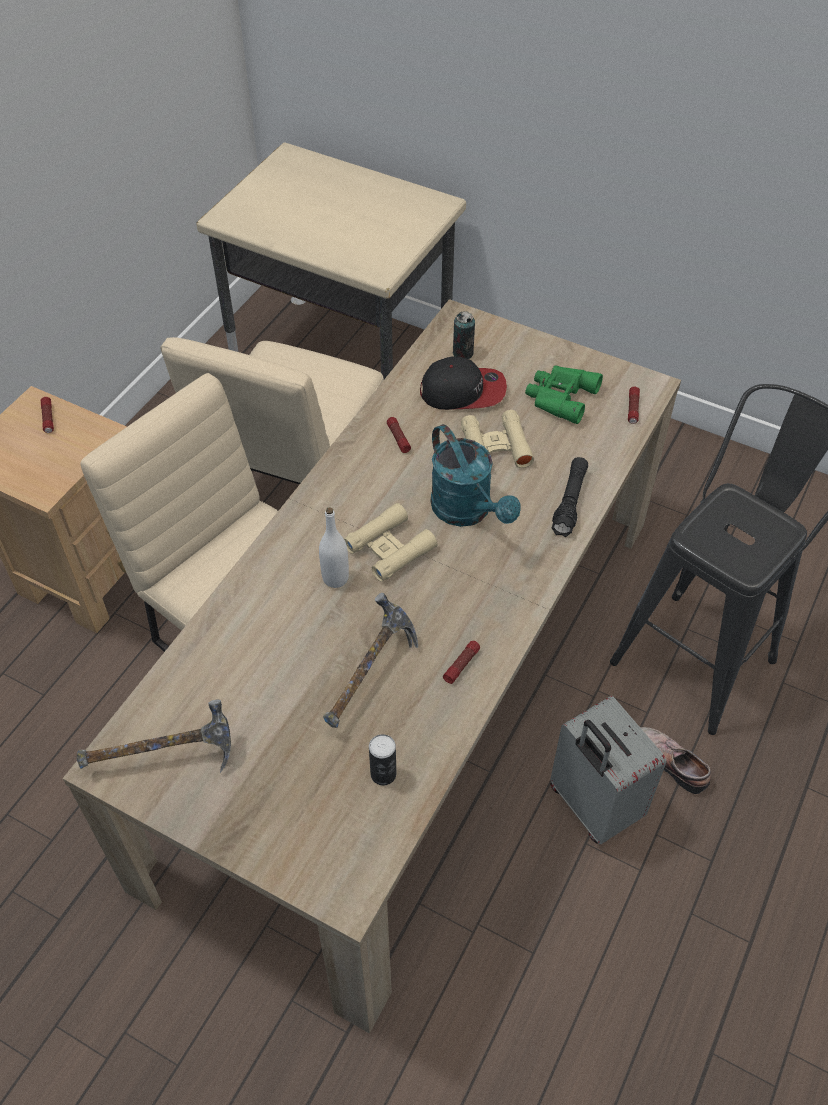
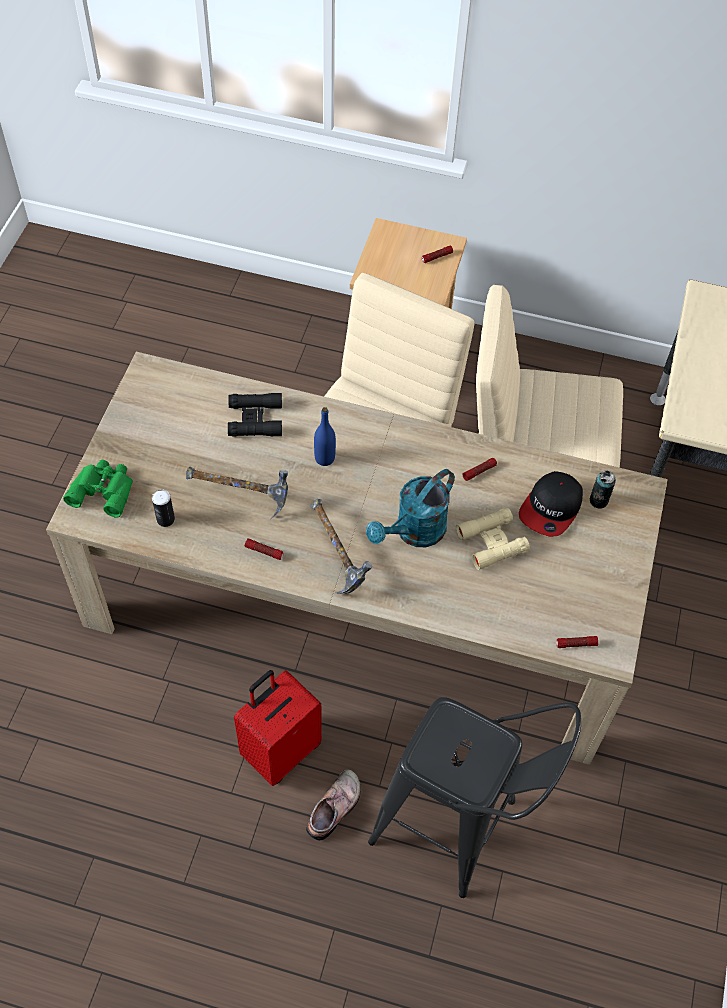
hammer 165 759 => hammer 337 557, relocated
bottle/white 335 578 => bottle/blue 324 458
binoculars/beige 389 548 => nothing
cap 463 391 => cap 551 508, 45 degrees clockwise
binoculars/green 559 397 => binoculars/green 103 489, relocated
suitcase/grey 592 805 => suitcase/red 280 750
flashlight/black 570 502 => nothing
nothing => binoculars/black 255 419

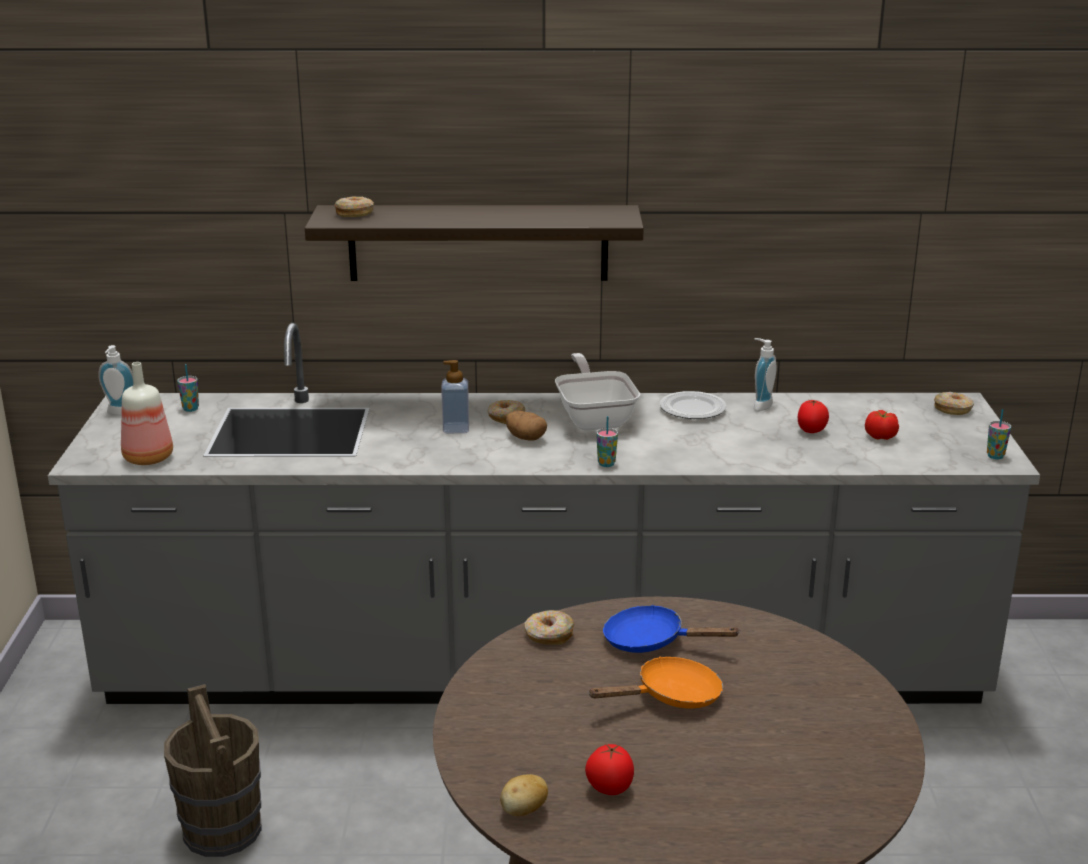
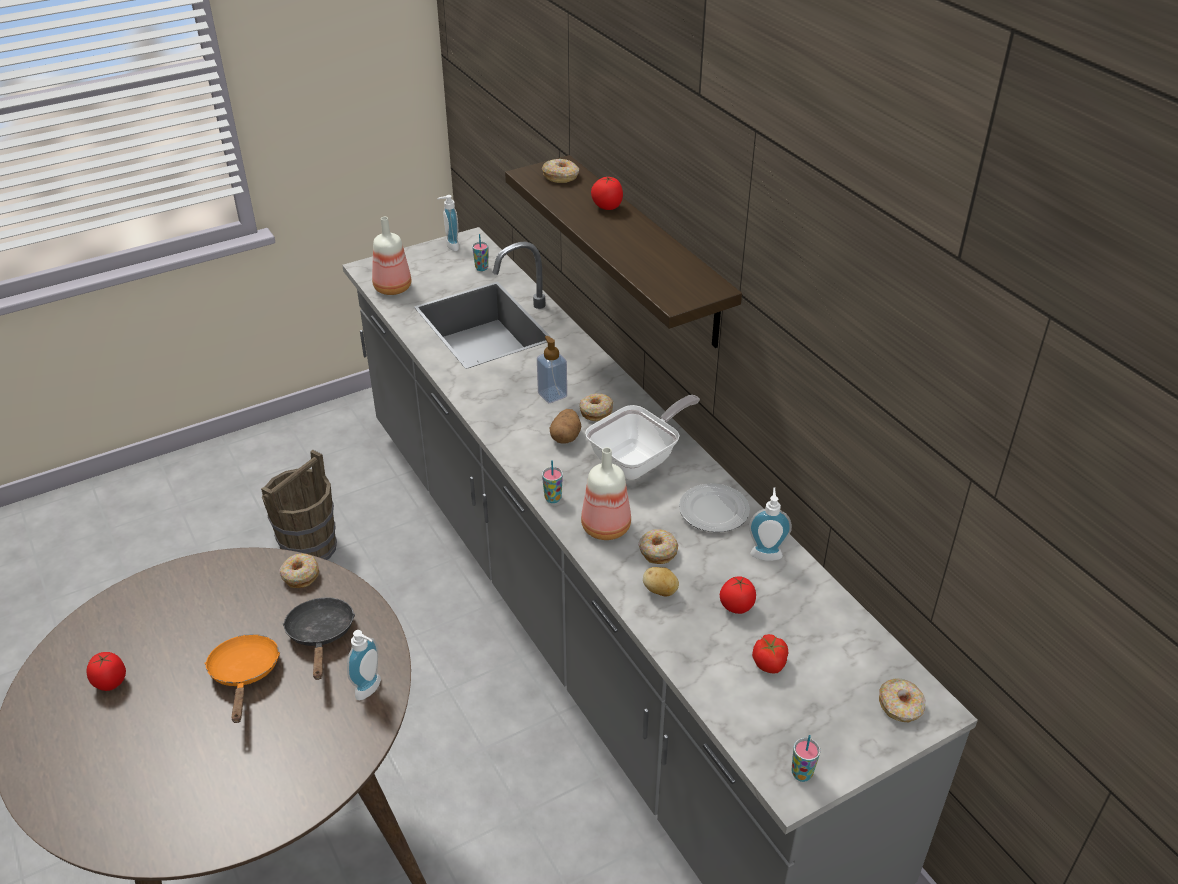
potato 523 811 => potato 660 591, relocated
frying pan/orange 671 696 => frying pan/orange 245 674, 135 degrees counterclockwise
frying pan/blue 652 641 => frying pan/black 321 635
nothing => soap dispenser 371 690
nothing => bottle 605 526
nothing => tomato 607 207
nothing => donut 657 551

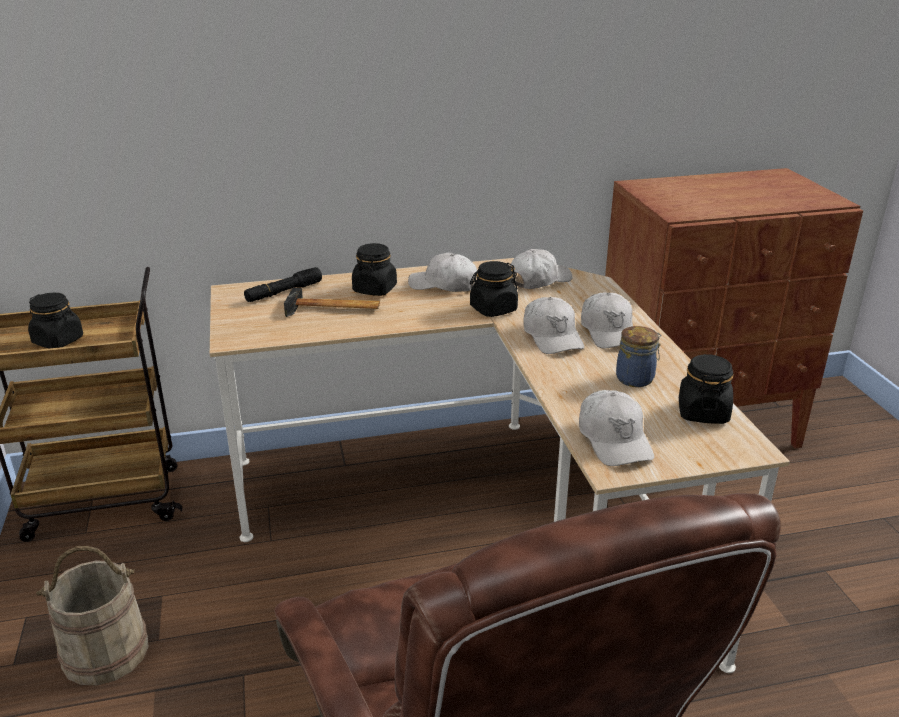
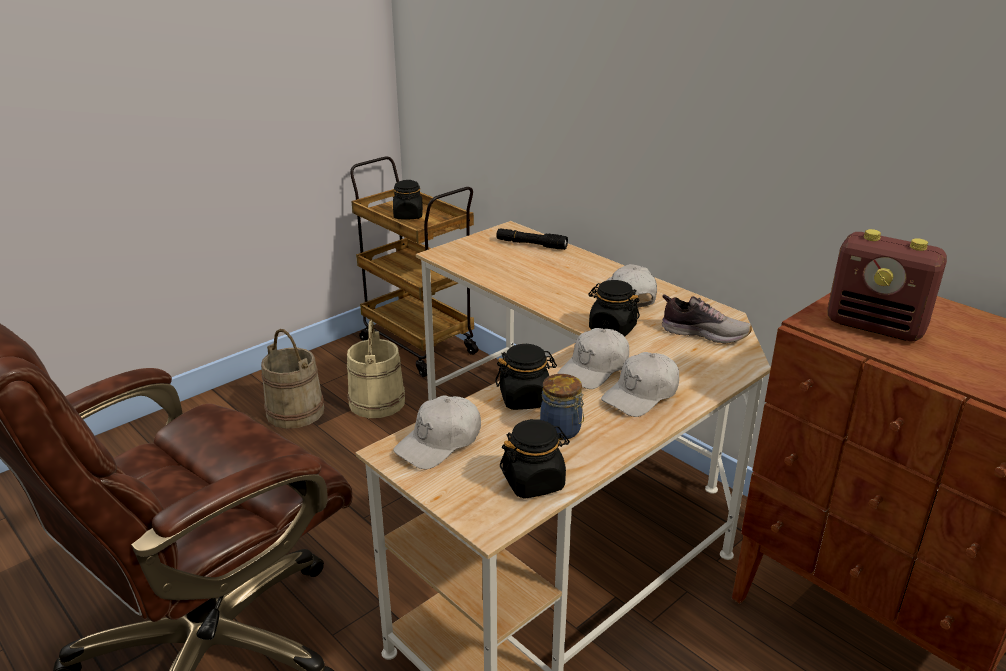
hammer 333 309 => nothing
jar/black 375 289 => jar/black 525 399, relocated
cap/white 539 280 => shoe 704 333
nothing => bucket/beige 377 402
nothing => radio 876 327

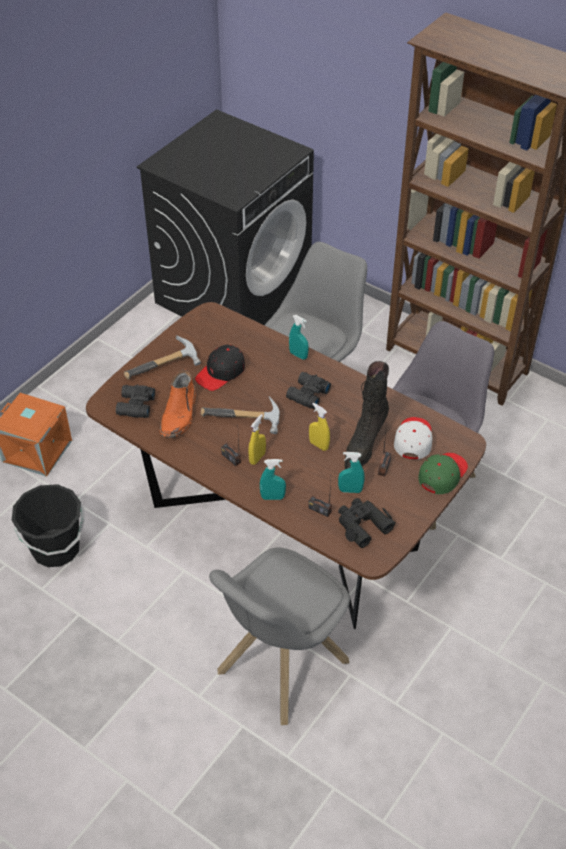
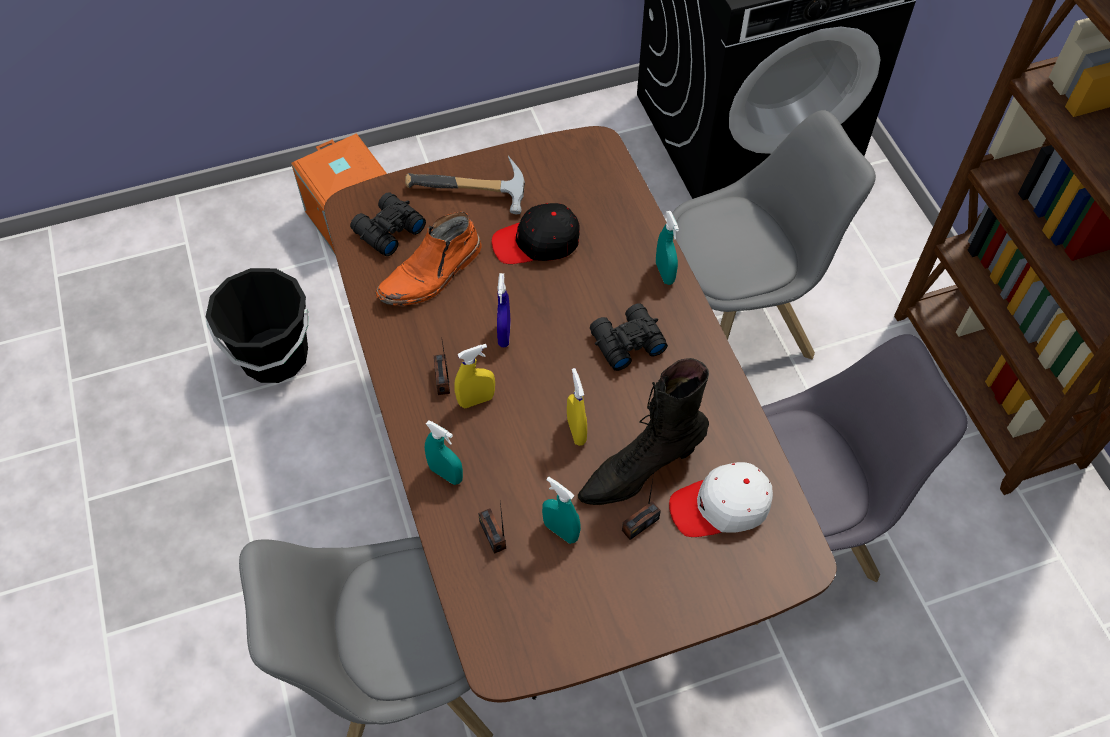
hammer 243 422 => spray bottle/blue 504 334
binoculars/black 362 525 => nothing
cap/white 413 440 => cap/white 720 506, 150 degrees counterclockwise
cap/green 442 475 => nothing

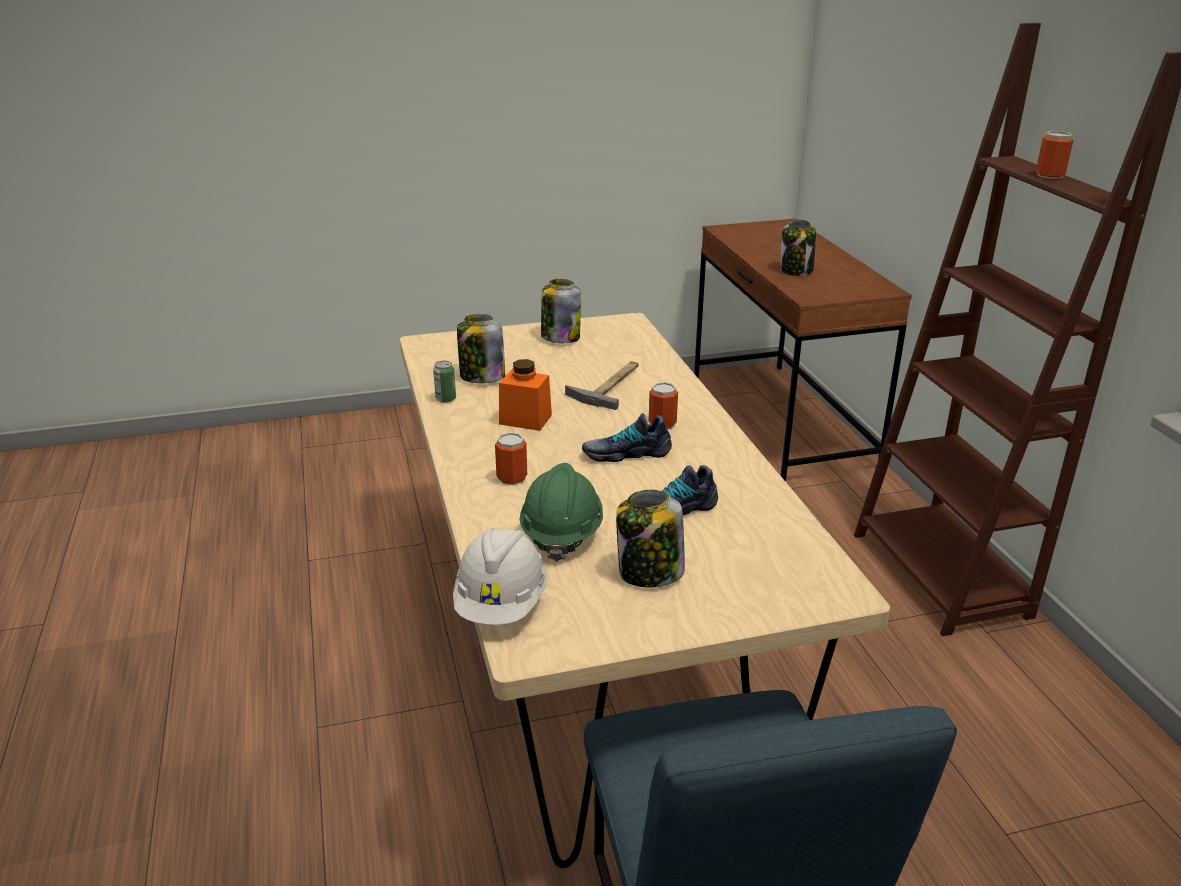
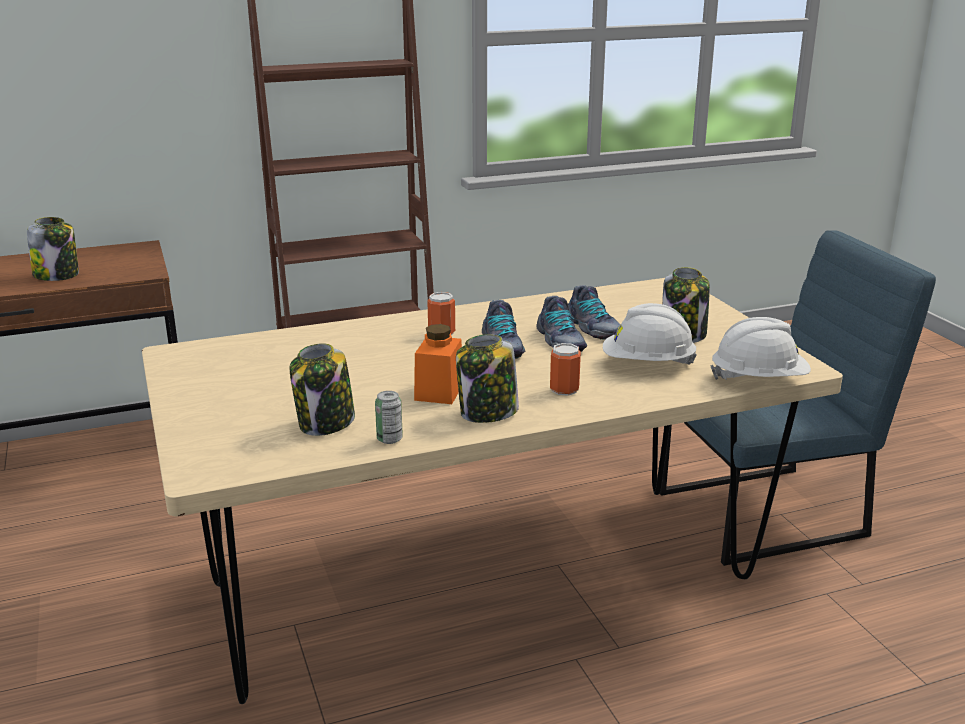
hard hat/green 561 533 => hard hat/white 647 364
jar 560 337 => jar 487 413, relocated
hammer 610 385 => nothing
can 1049 175 => nothing
nothing => shoe 560 341

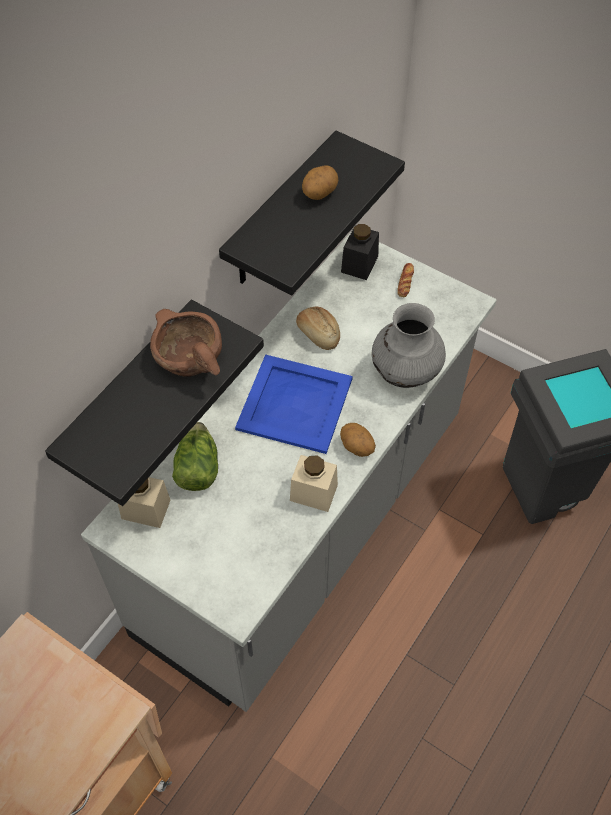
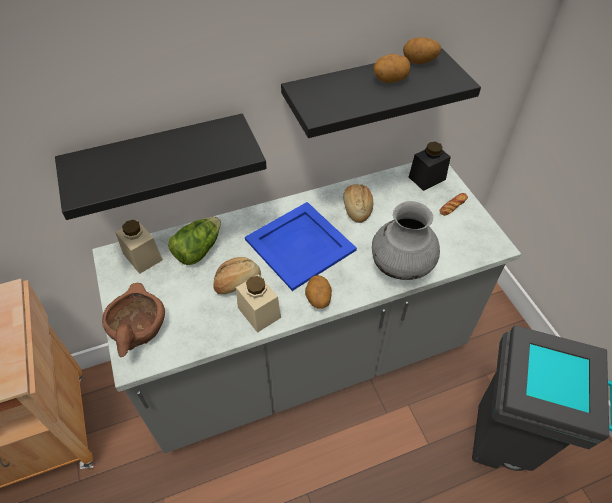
bowl/brown 188 357 => bowl/brown 138 328, relocated
nothing => bread 237 282
nothing => potato 419 62

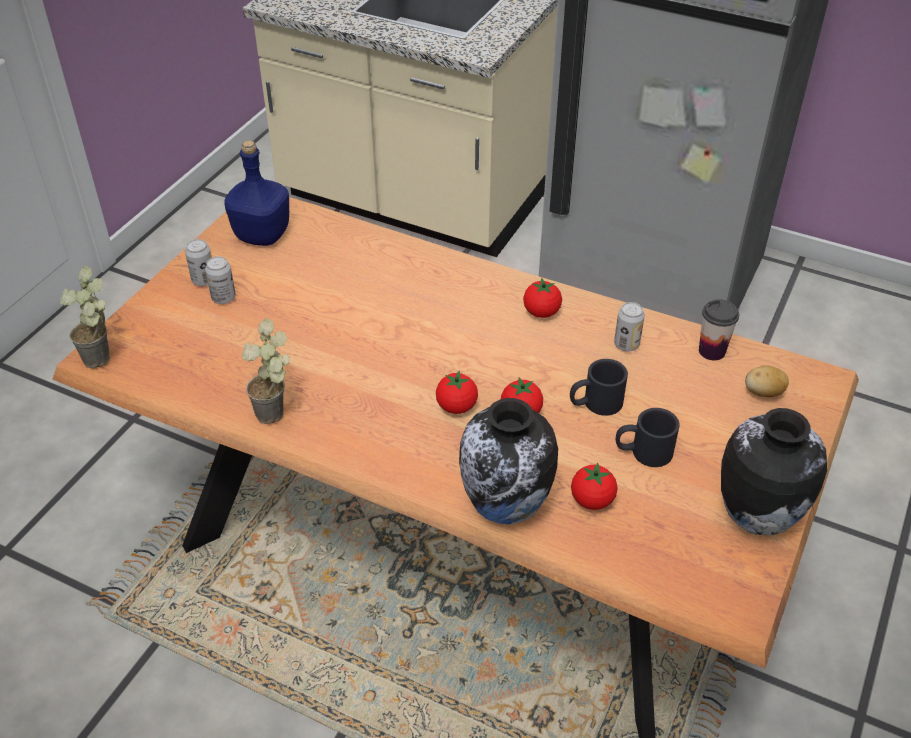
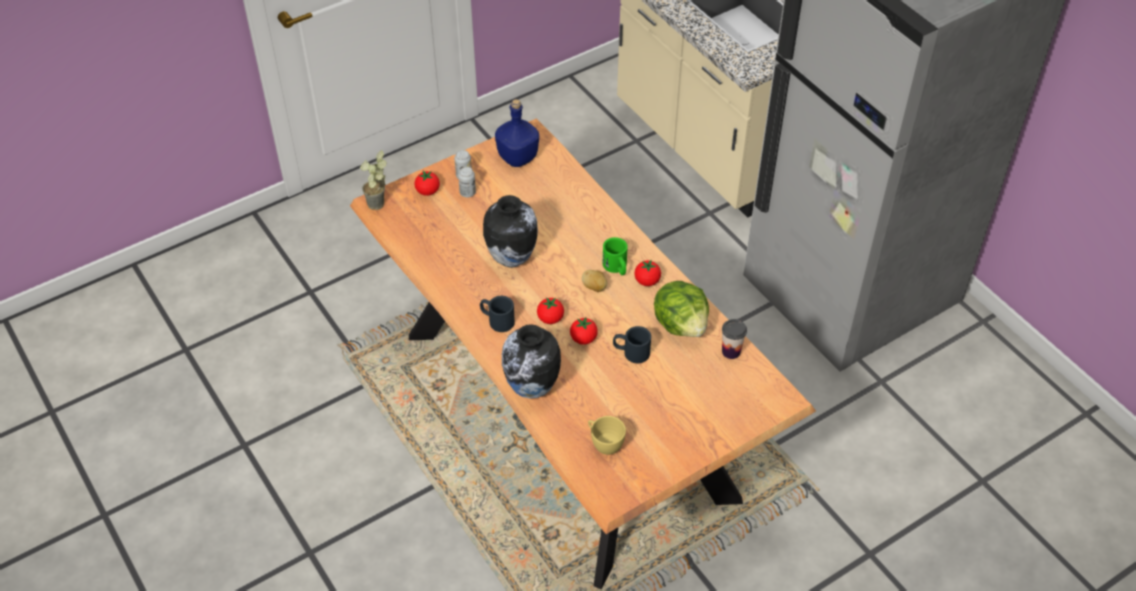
potted plant 278 417 => nothing
tomato 592 500 => tomato 427 191, relocated
can 626 344 => lettuce 681 324
mug/black 643 452 => mug/black 497 320, relocated
vase 755 518 => vase 511 259, relocated
potato 763 393 => potato 594 287, relocated
nothing => cup/yellow 604 444
nothing => mug/green 616 267

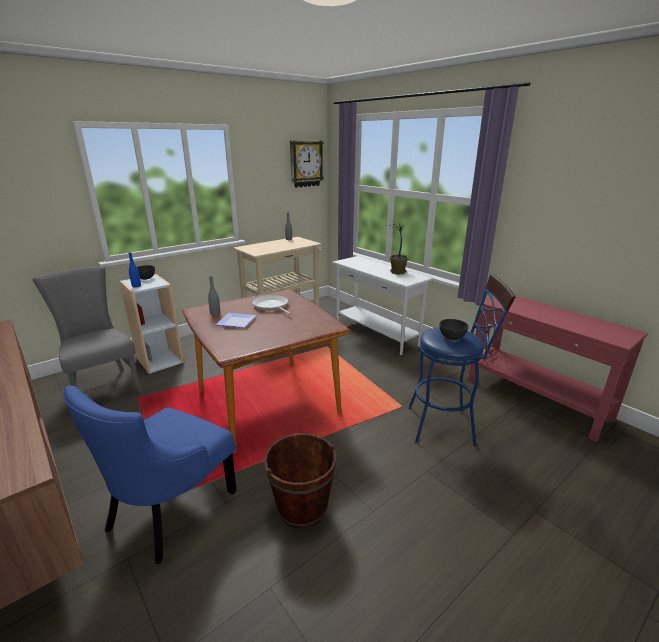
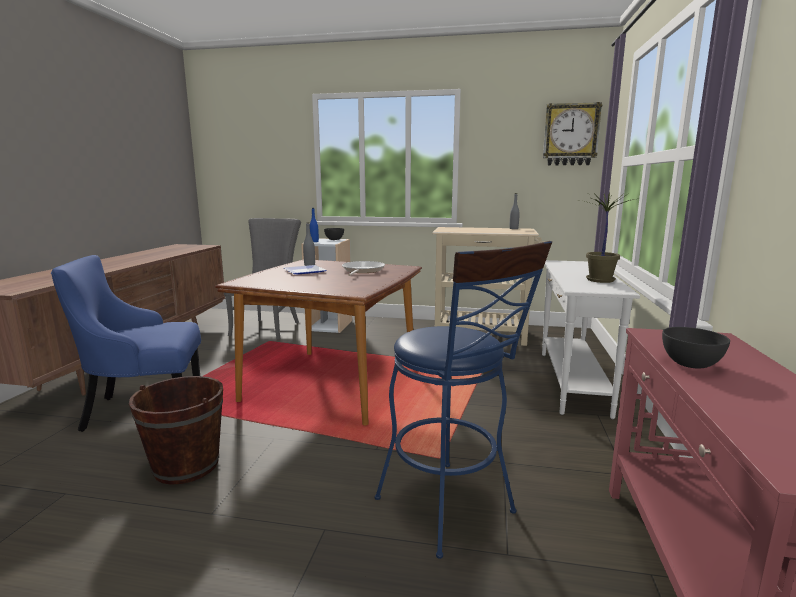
bowl/grey 452 337 => bowl/grey 691 364, relocated

